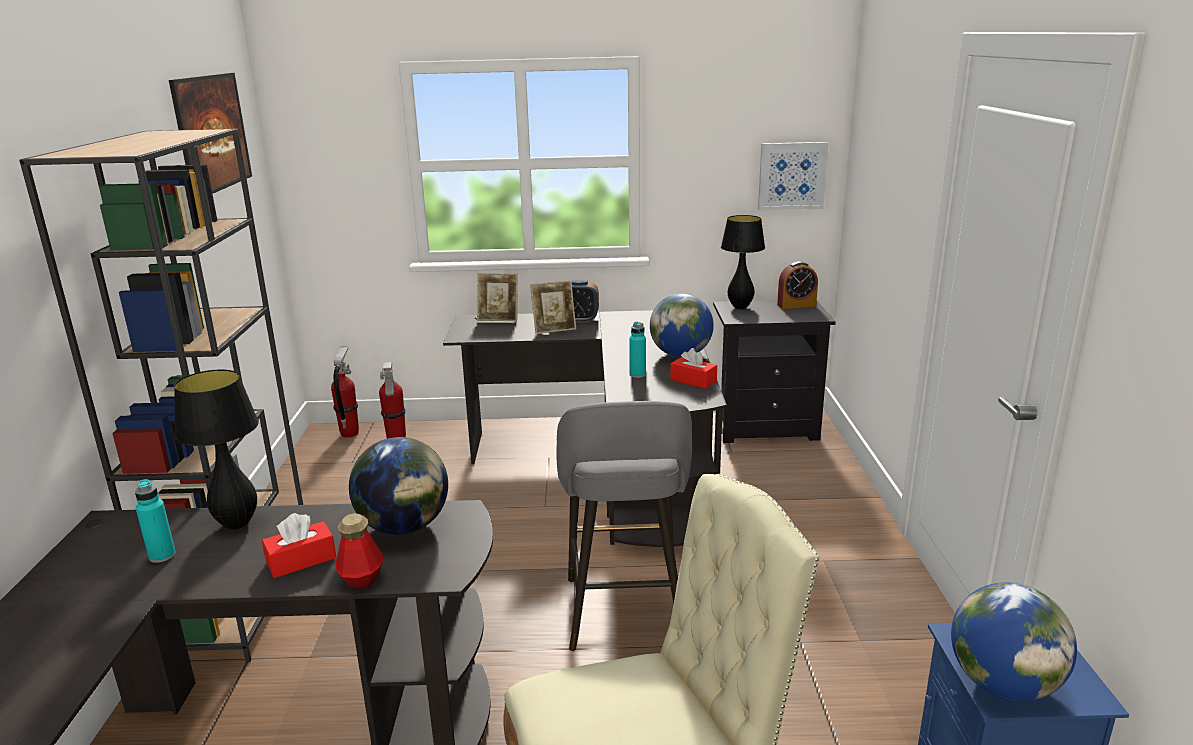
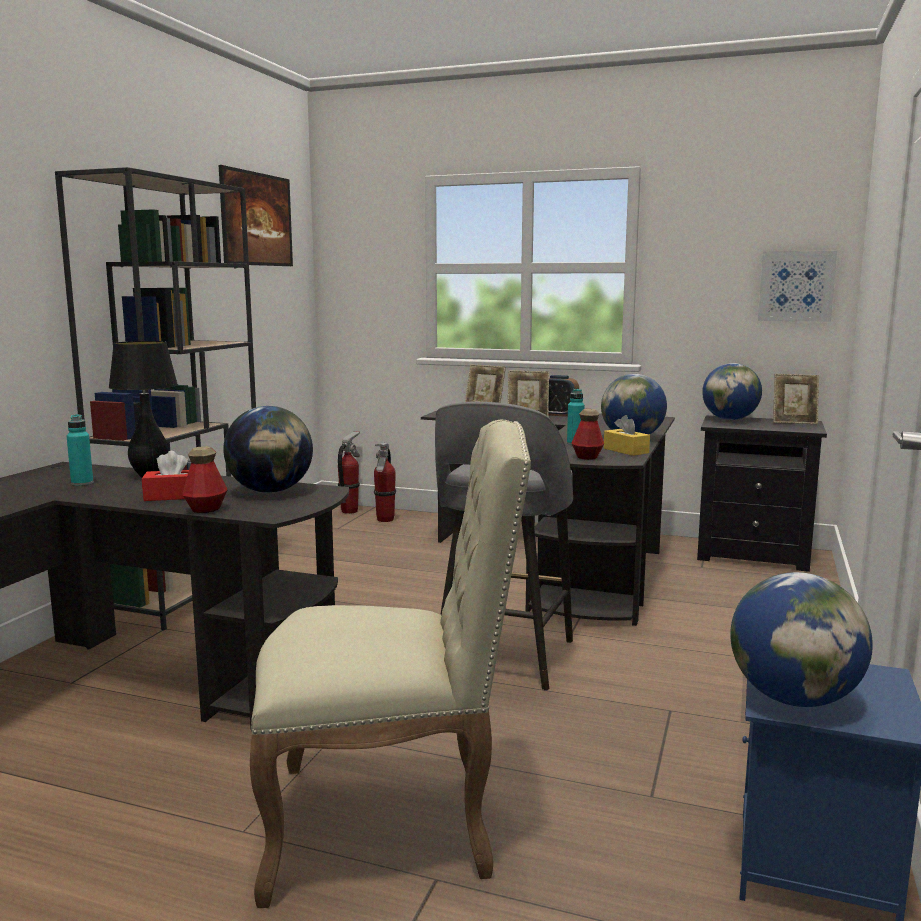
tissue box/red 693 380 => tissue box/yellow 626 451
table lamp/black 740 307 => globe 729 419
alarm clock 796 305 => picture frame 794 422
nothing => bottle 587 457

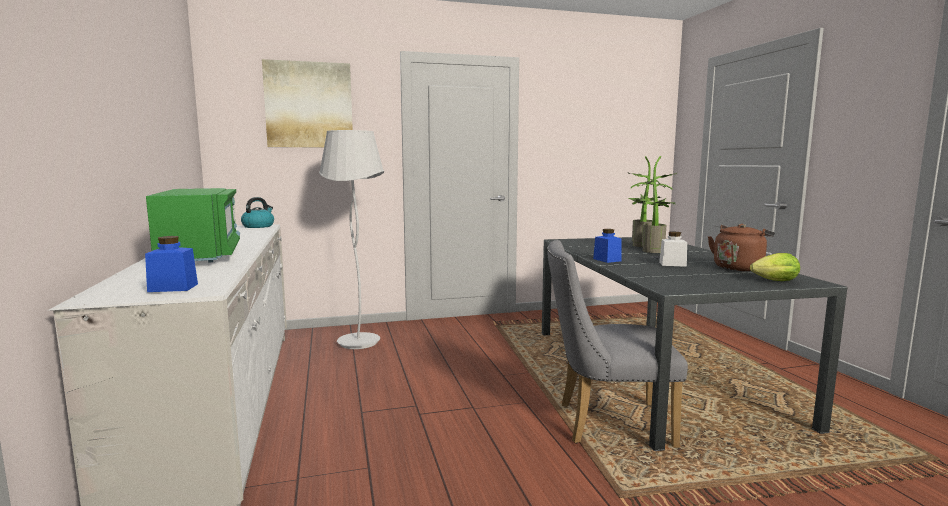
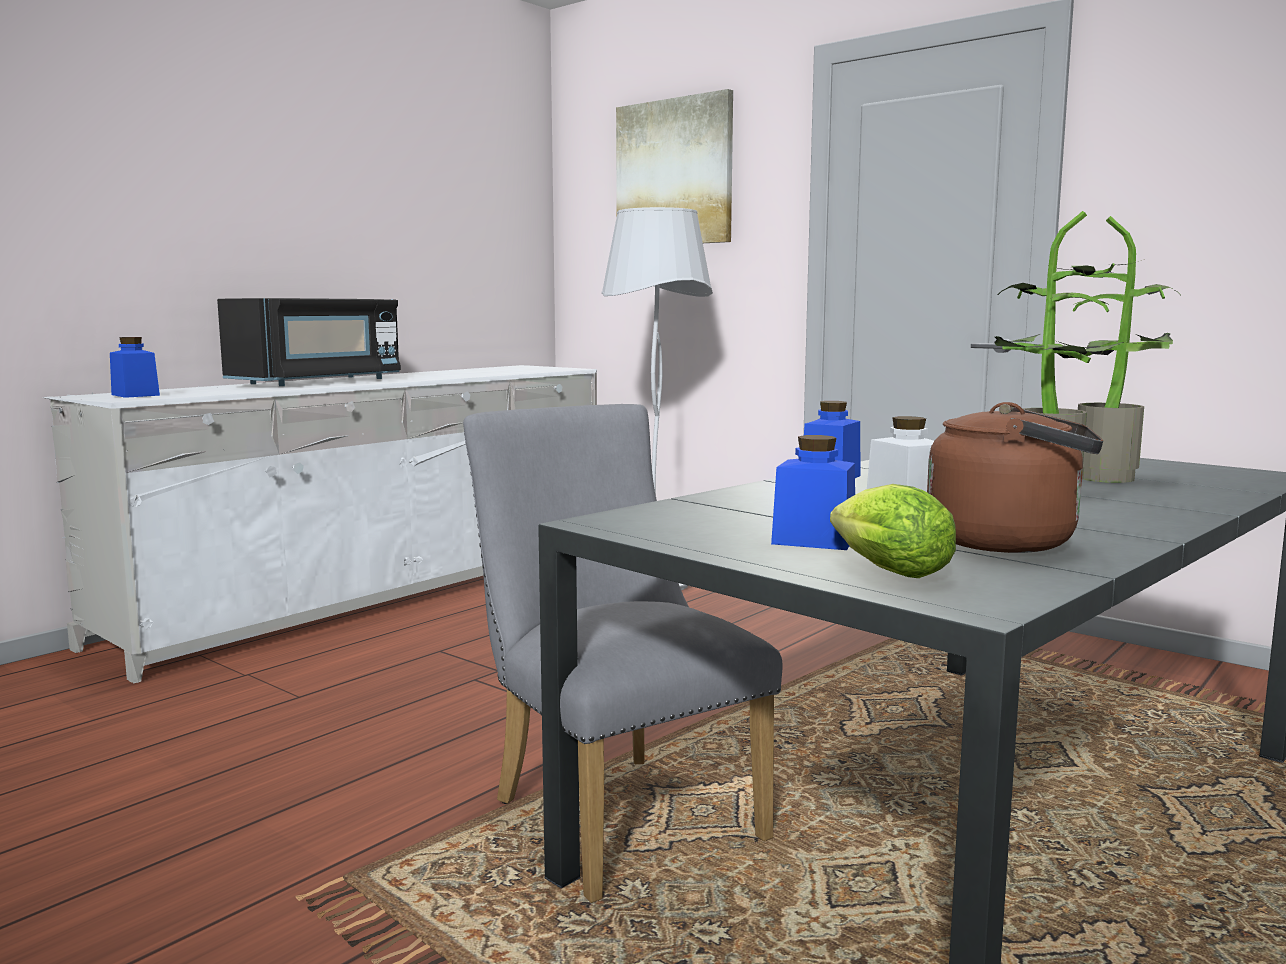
microwave/green 201 255 => microwave/black 318 381
kettle 258 226 => nothing
nothing => jar/blue 813 540

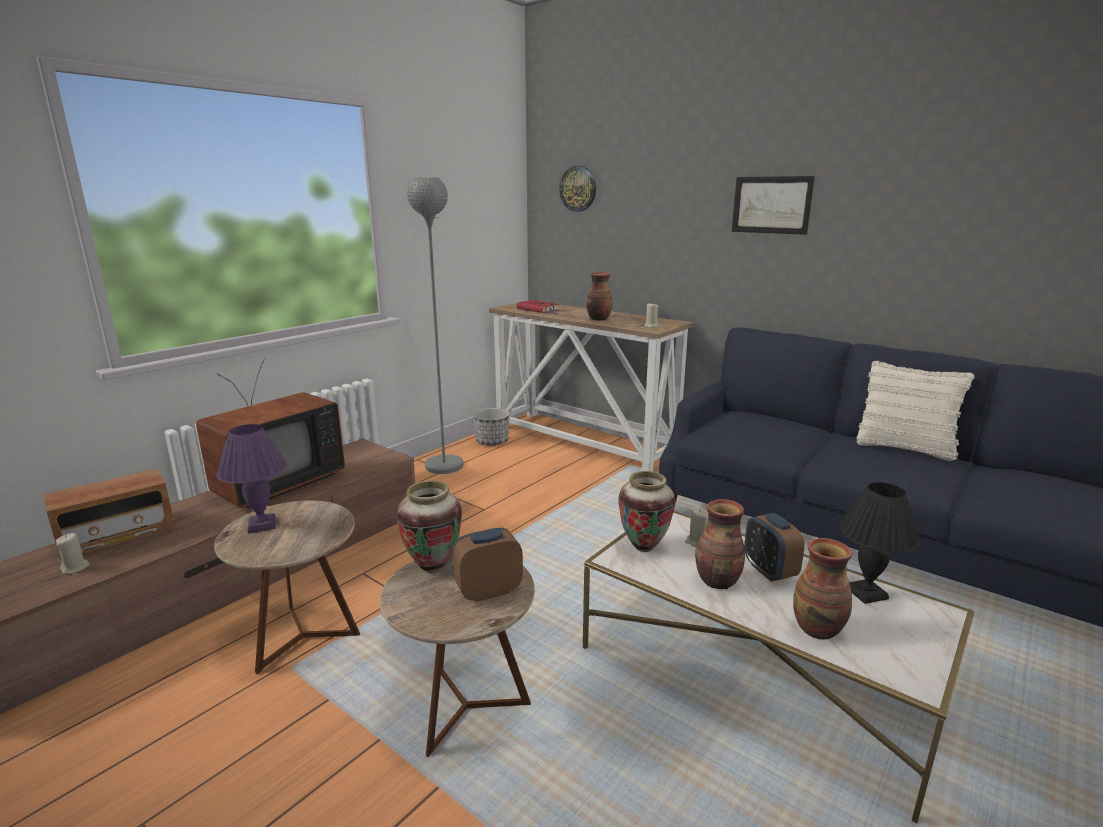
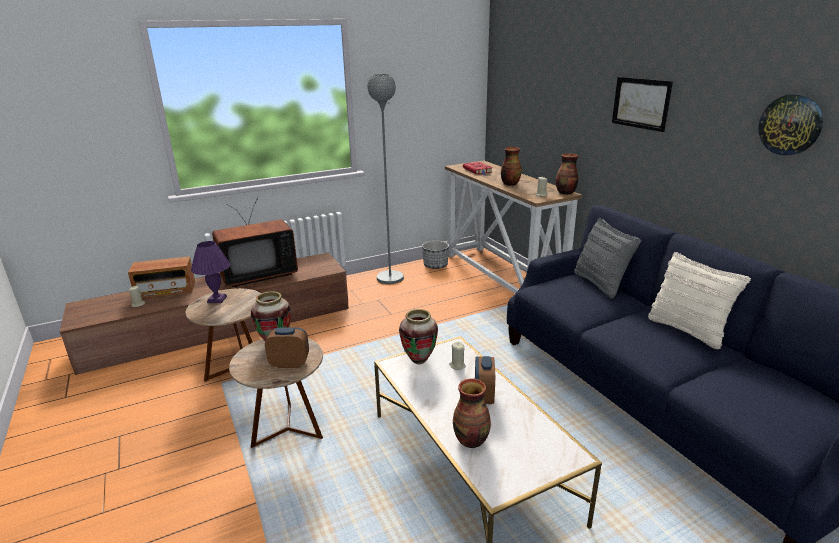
wall clock 578 189 => wall clock 790 125, relocated
vase 718 582 => vase 565 193, relocated
table lamp/black 866 593 => nothing
nothing => pillow/grey 601 285

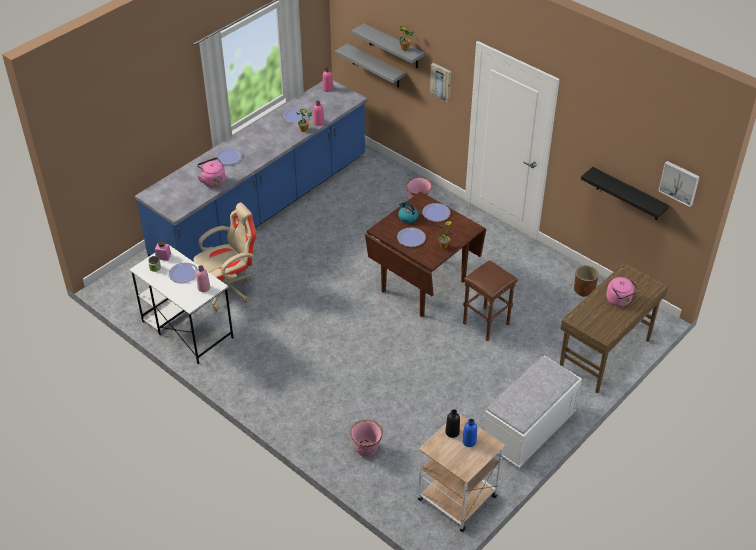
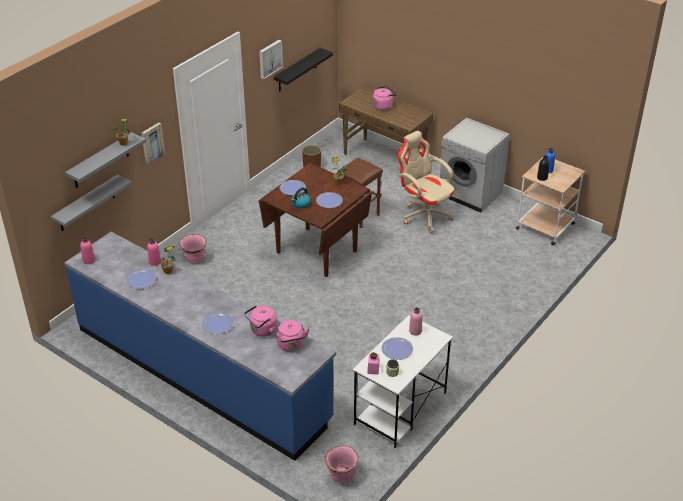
office chair/beige 230 289 => office chair/beige 424 215, relocated
planter/pink 366 449 => planter/pink 341 476, relocated
bench/white 529 431 => washing machine/white 470 194
picture 679 182 => picture 269 58, relocated
nothing => kettle/pink 291 345

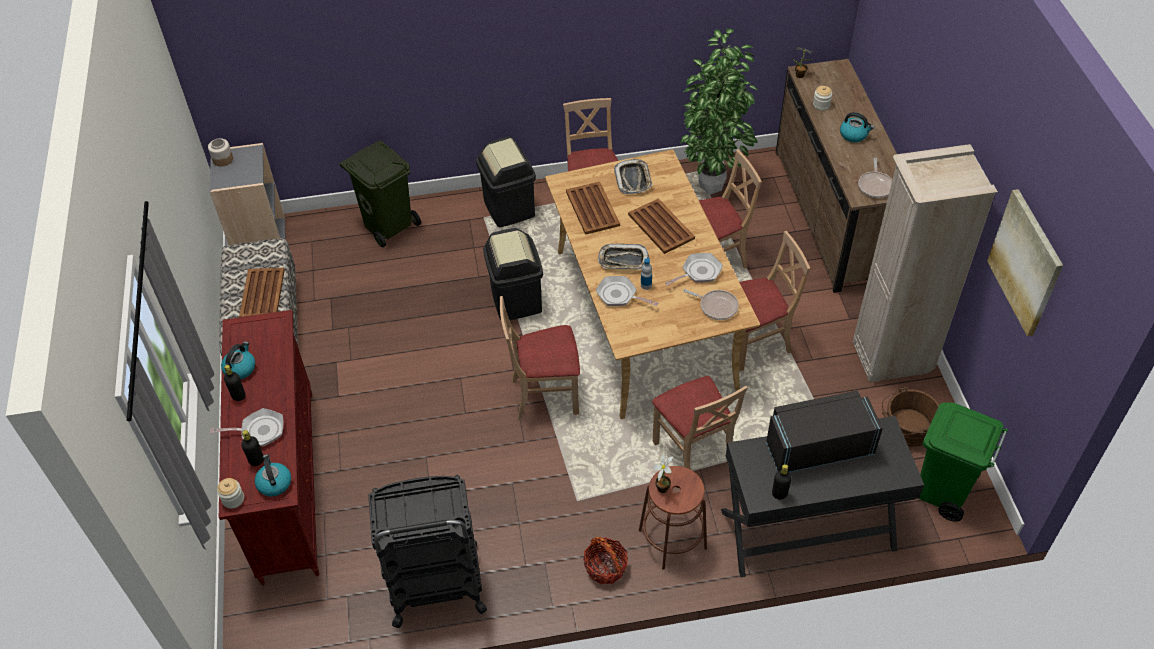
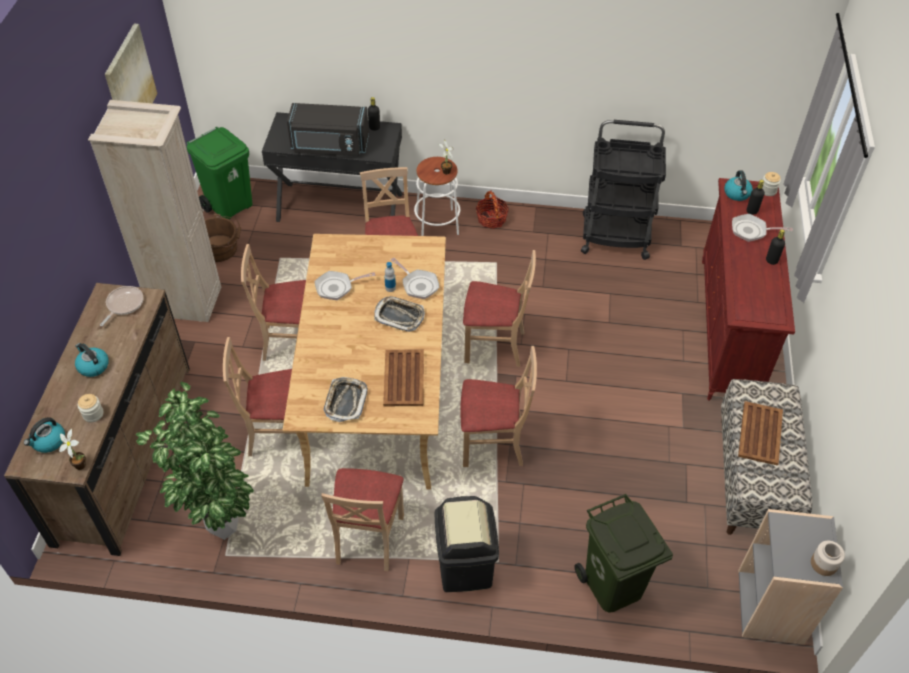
kettle 240 368 => kettle 48 441, relocated
trash can/black 516 301 => chair/beige 493 444
tray/brown 661 226 => nothing
stool/brown 672 539 => stool/white 437 223
frying pan 716 306 => nothing

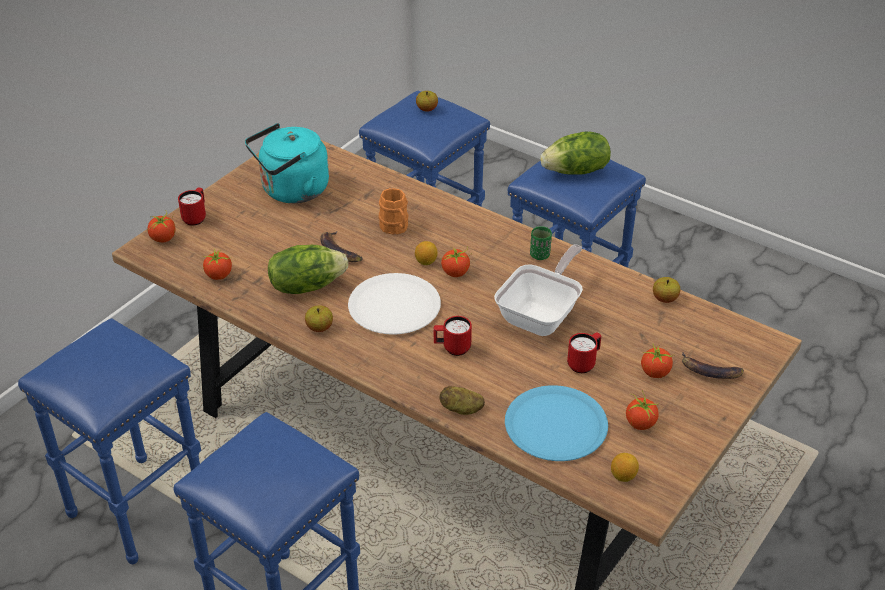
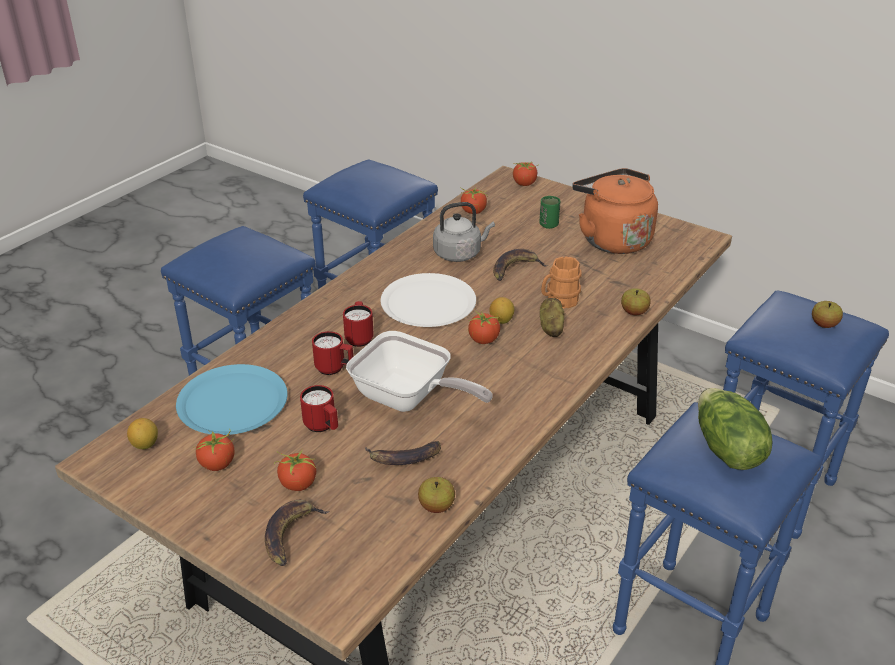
mug/red 196 217 => mug/red 334 369, relocated
kettle/turquoise 291 191 => kettle/orange 612 239
lettuce 306 285 => kettle/grey 459 254
apple 319 328 => apple 634 312, relocated
potato 461 409 => potato 551 327, relocated
cup/green 540 255 => cup/green 548 225, relocated
nothing => banana 404 458

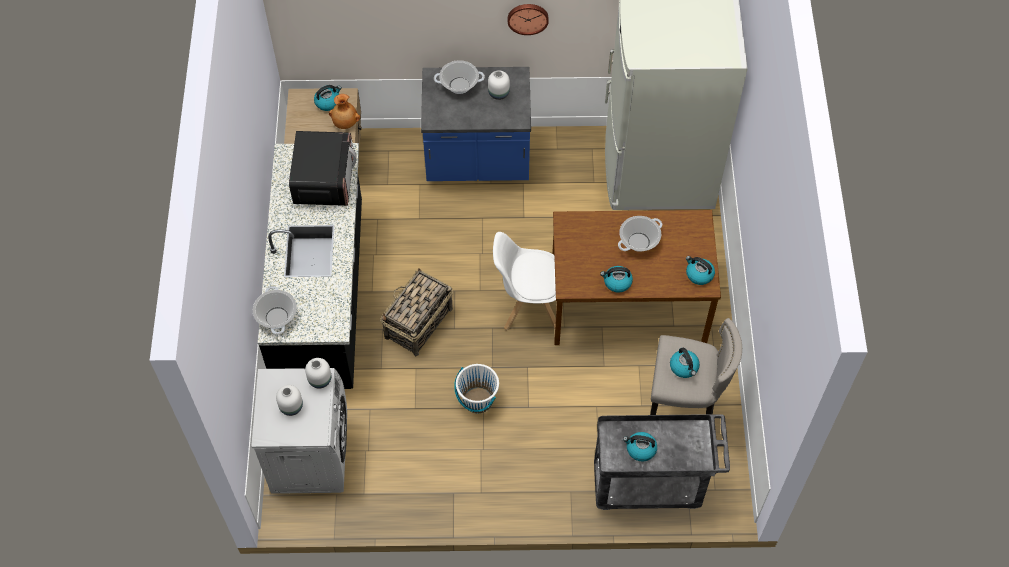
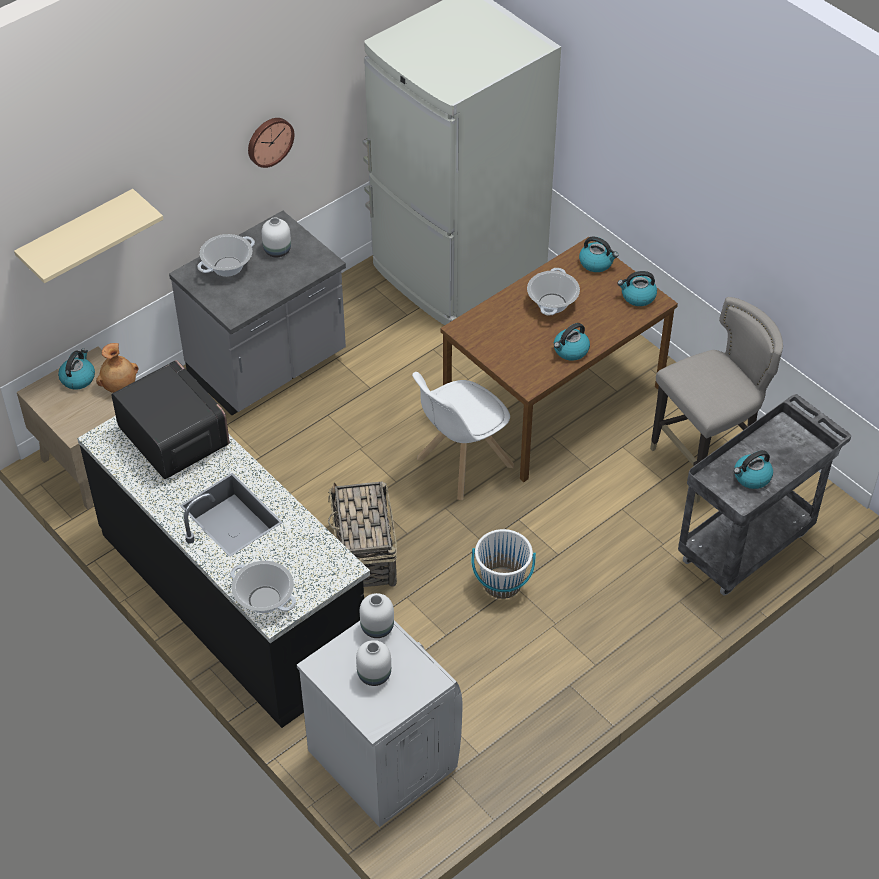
counter/blue 477 162 => counter/grey 268 367
kettle 684 367 => kettle 596 263, relocated
nothing => shelf/beige 77 234

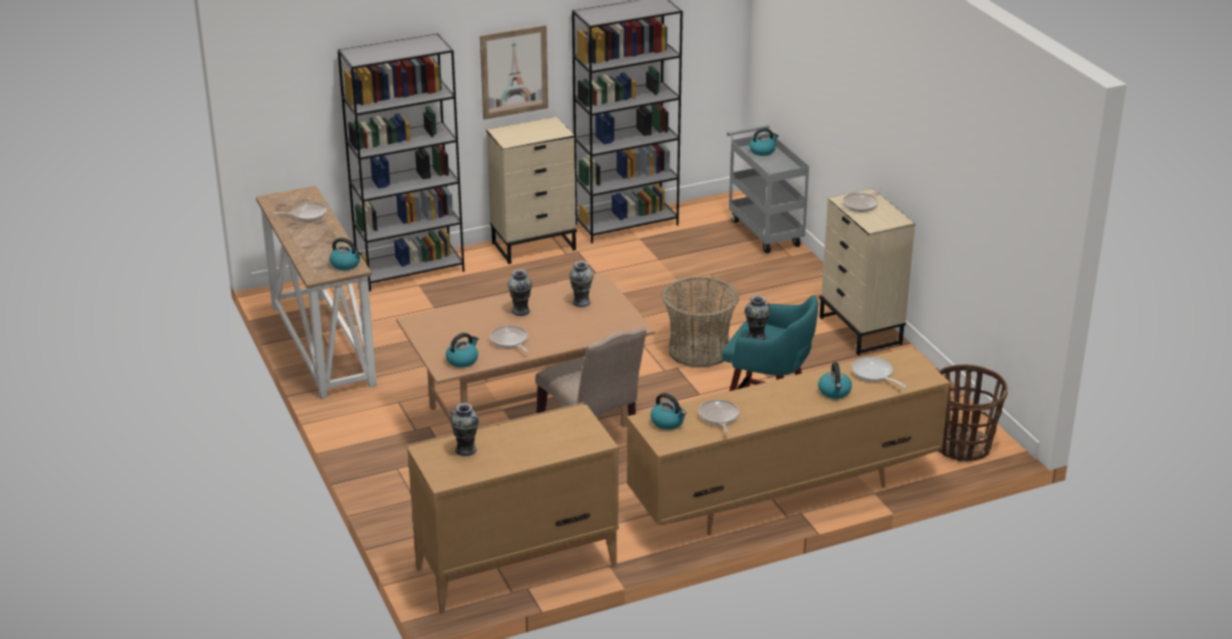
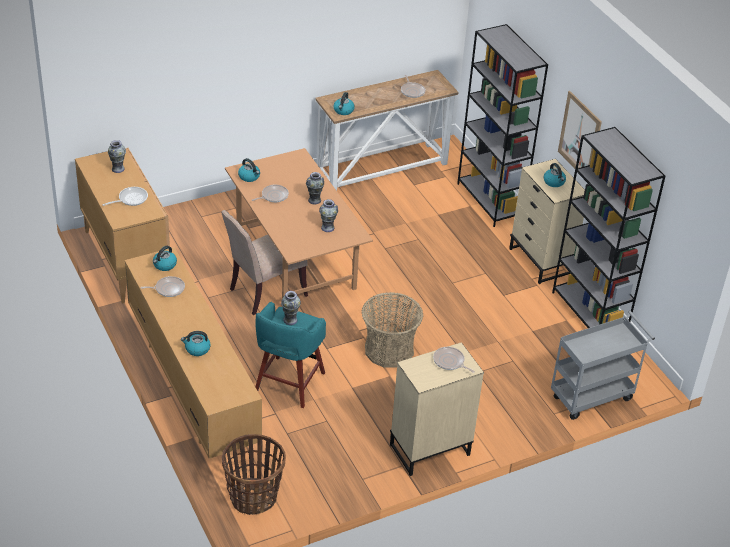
kettle 762 151 => kettle 554 182, relocated
frying pan 874 374 => frying pan 130 199, relocated

